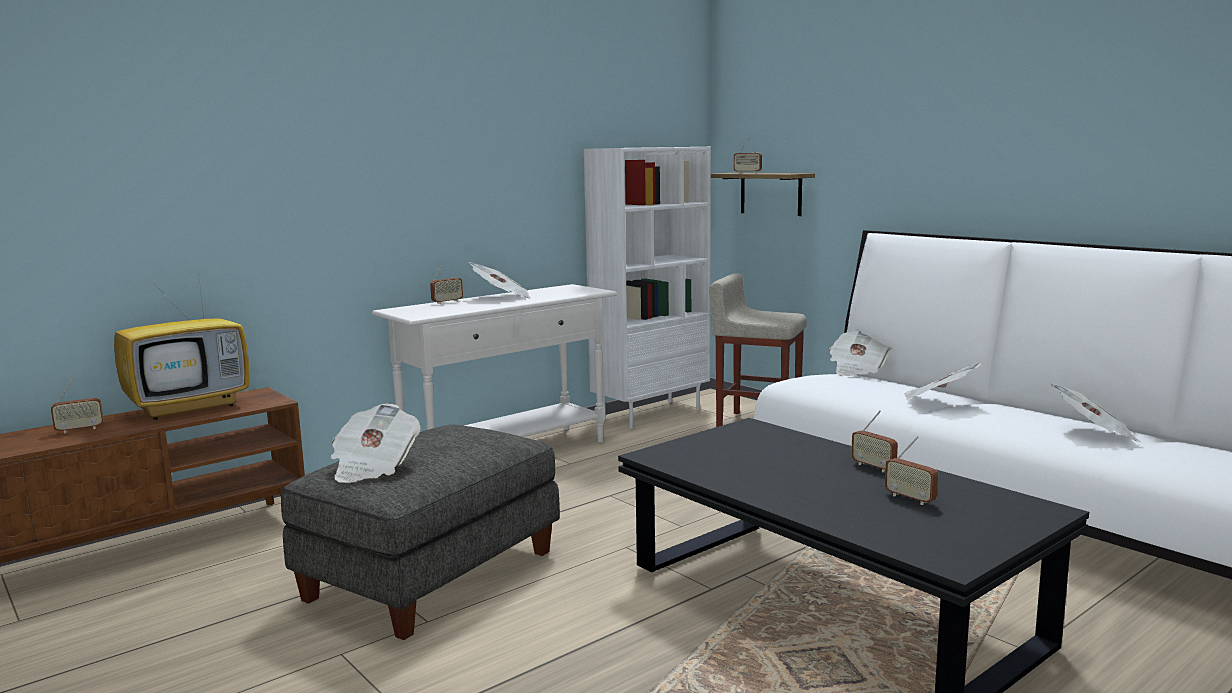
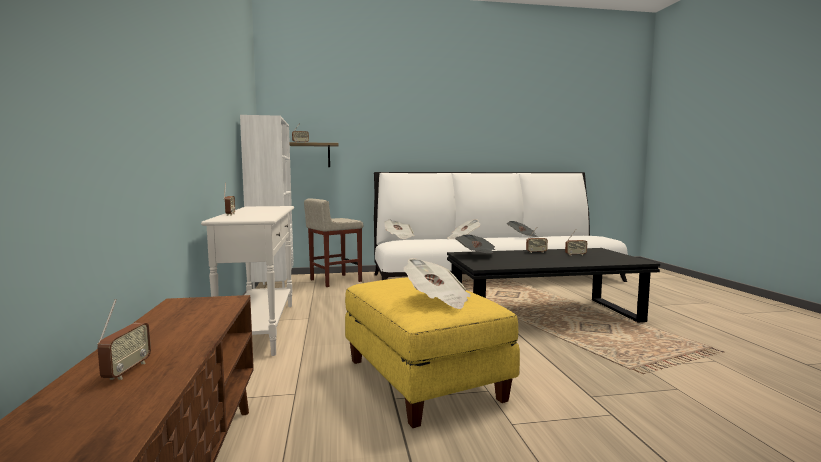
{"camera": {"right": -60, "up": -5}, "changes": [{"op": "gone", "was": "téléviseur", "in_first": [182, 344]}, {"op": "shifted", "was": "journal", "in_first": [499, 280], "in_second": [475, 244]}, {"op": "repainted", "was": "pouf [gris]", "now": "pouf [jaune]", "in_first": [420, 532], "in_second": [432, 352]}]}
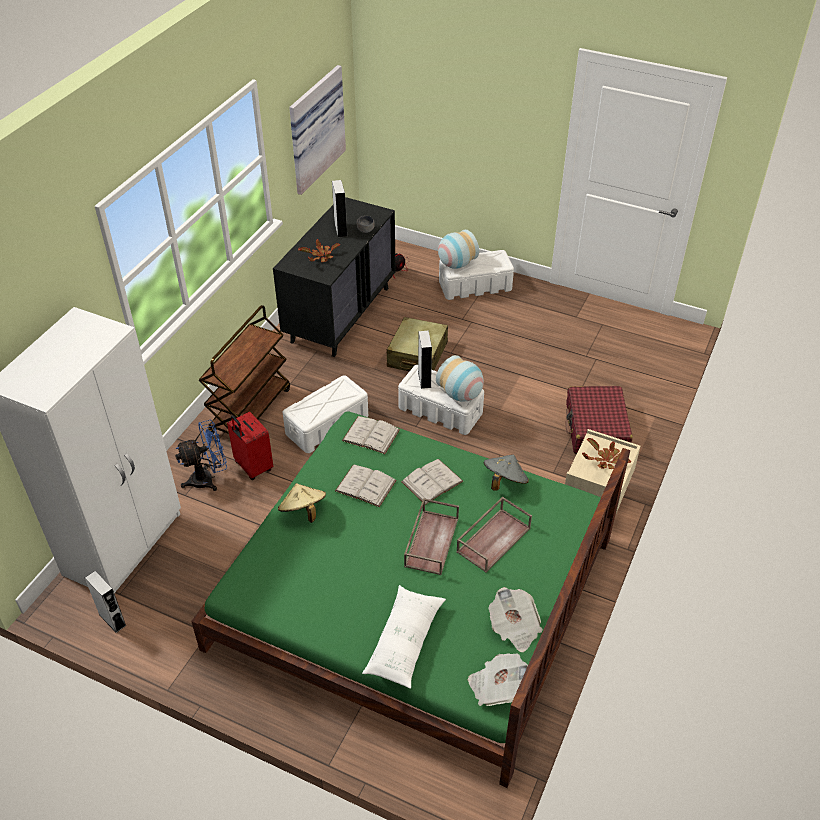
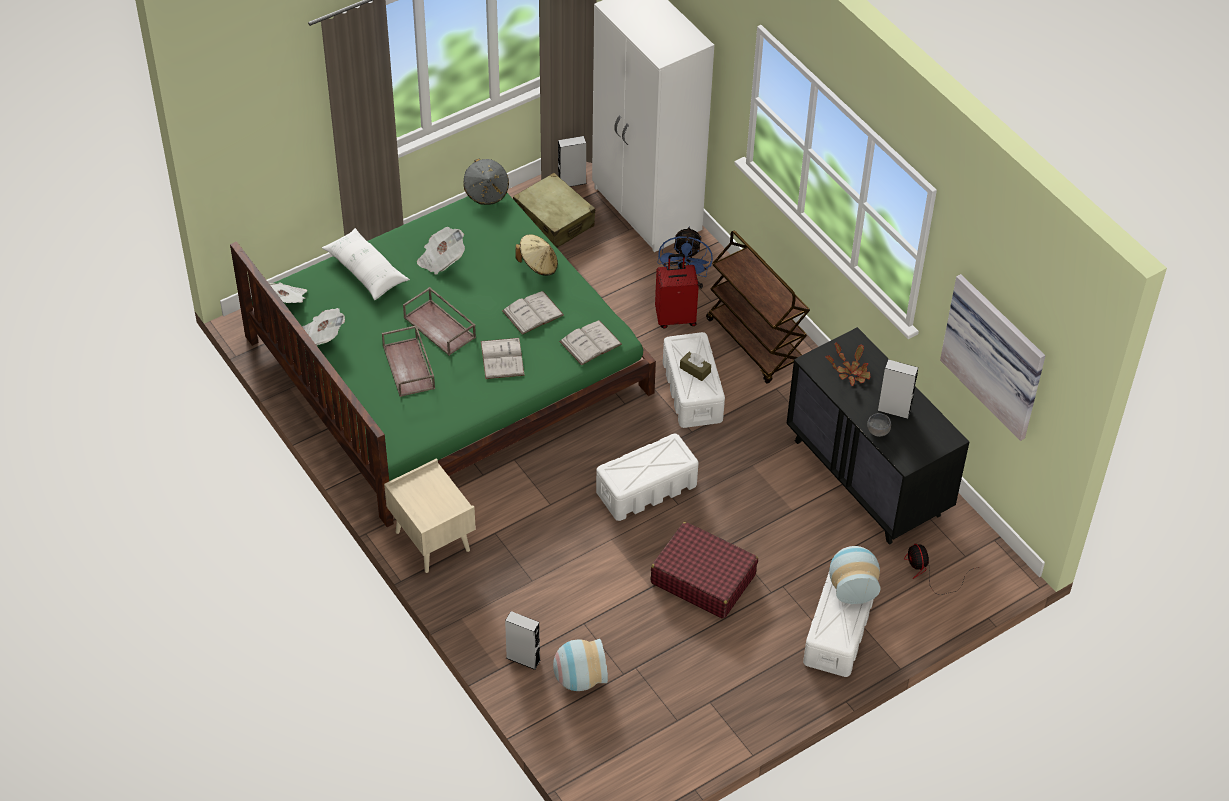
{"camera": {"right": 120, "up": 5}, "changes": [{"op": "gone", "was": "plante en pot", "in_first": [606, 453]}, {"op": "new", "now": "journal", "in_second": [441, 251]}, {"op": "new", "now": "boîte à mouchoirs [marron]", "in_second": [695, 366]}, {"op": "shifted", "was": "valise [beige]", "in_first": [417, 344], "in_second": [554, 210]}, {"op": "shifted", "was": "enceinte [gris]", "in_first": [425, 360], "in_second": [522, 640]}, {"op": "shifted", "was": "vase", "in_first": [460, 378], "in_second": [580, 665]}, {"op": "shifted", "was": "chapeau [gris]", "in_first": [506, 473], "in_second": [486, 182]}, {"op": "shifted", "was": "valise [rouge]", "in_first": [599, 420], "in_second": [704, 570]}]}
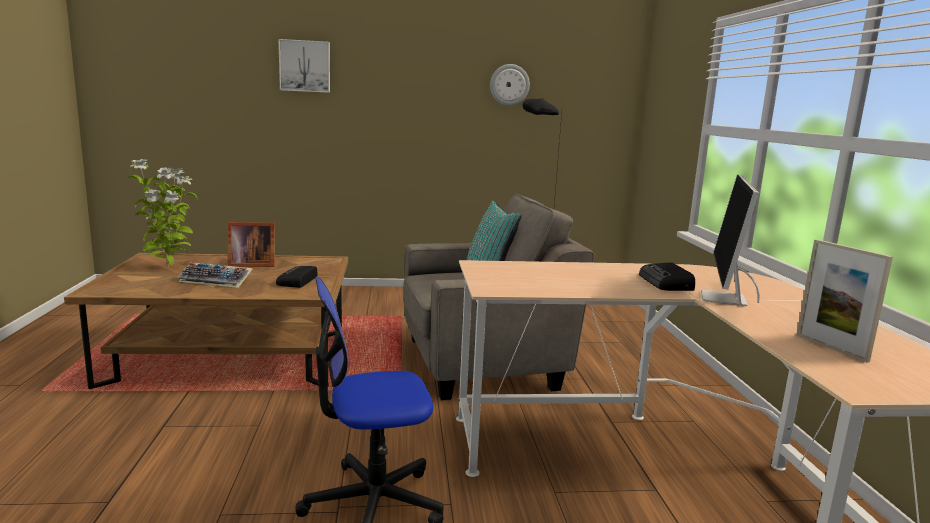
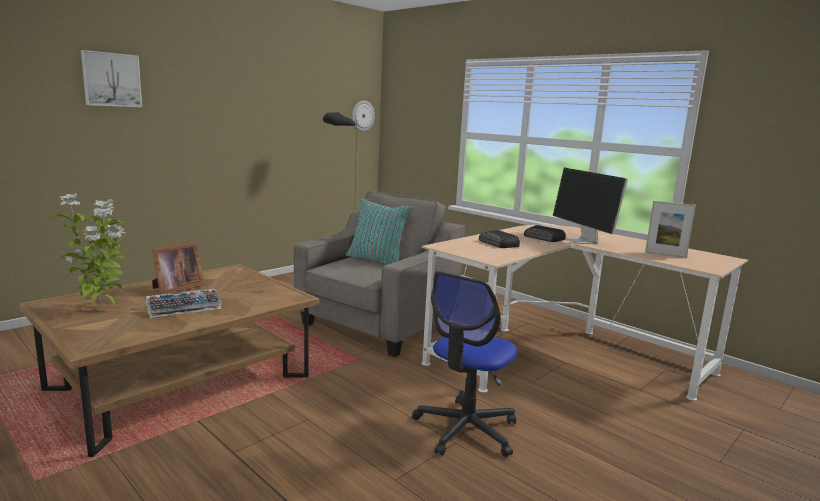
{"camera": {"right": -40, "up": 0}, "changes": [{"op": "shifted", "was": "radio", "in_first": [297, 277], "in_second": [499, 239]}, {"op": "shifted", "was": "horloge murale", "in_first": [510, 85], "in_second": [363, 116]}]}
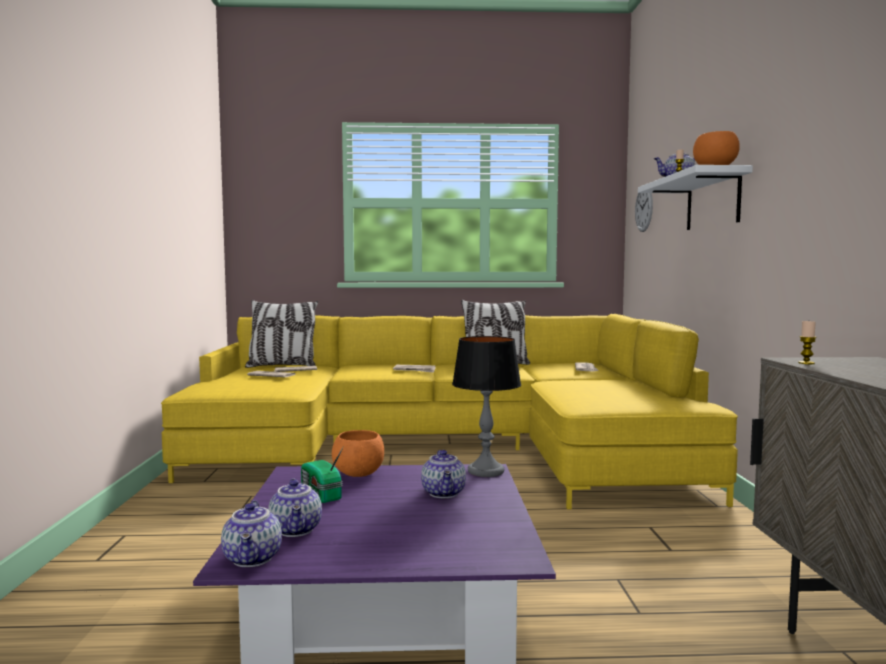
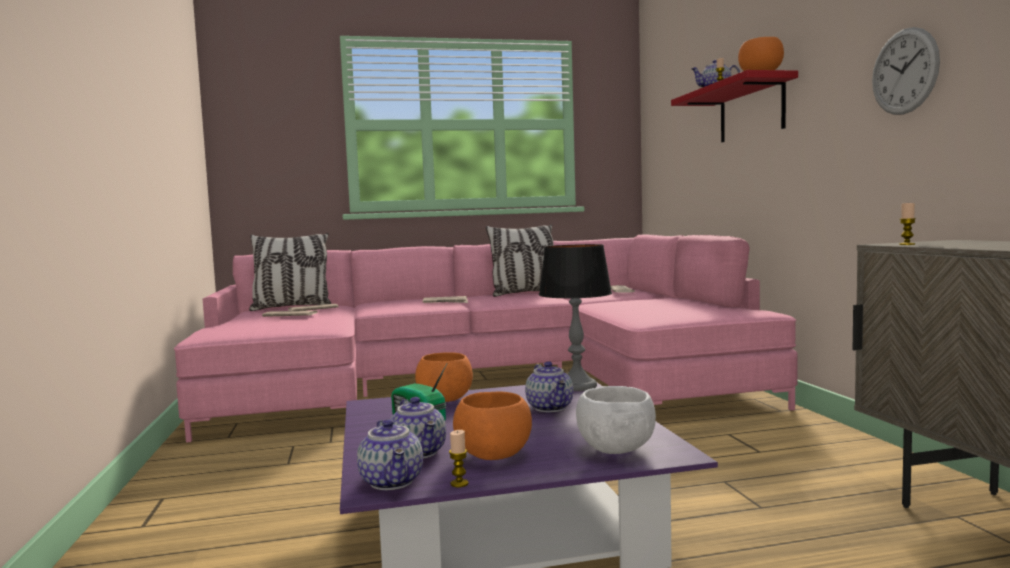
{"camera": {"right": -10, "up": 0}, "changes": [{"op": "new", "now": "bougie", "in_second": [459, 458]}, {"op": "new", "now": "bol [orange]", "in_second": [492, 426]}, {"op": "new", "now": "bol [blanc]", "in_second": [616, 420]}, {"op": "shifted", "was": "horloge murale", "in_first": [644, 212], "in_second": [906, 71]}, {"op": "repainted", "was": "canapé [jaune]", "now": "canapé [rose]", "in_first": [449, 411], "in_second": [486, 339]}, {"op": "repainted", "was": "étagère [blanc]", "now": "étagère [rouge]", "in_first": [695, 197], "in_second": [734, 106]}]}
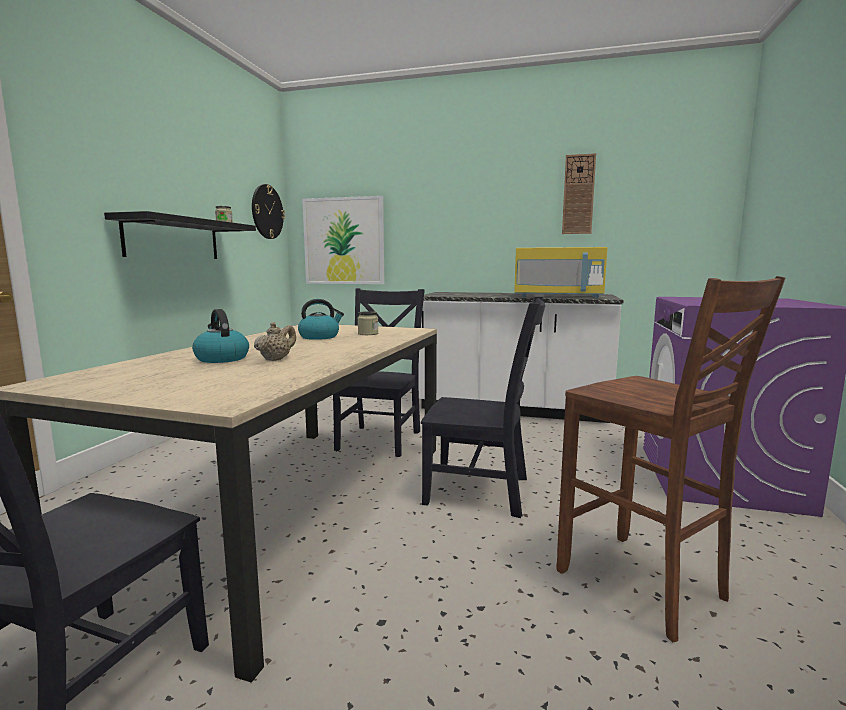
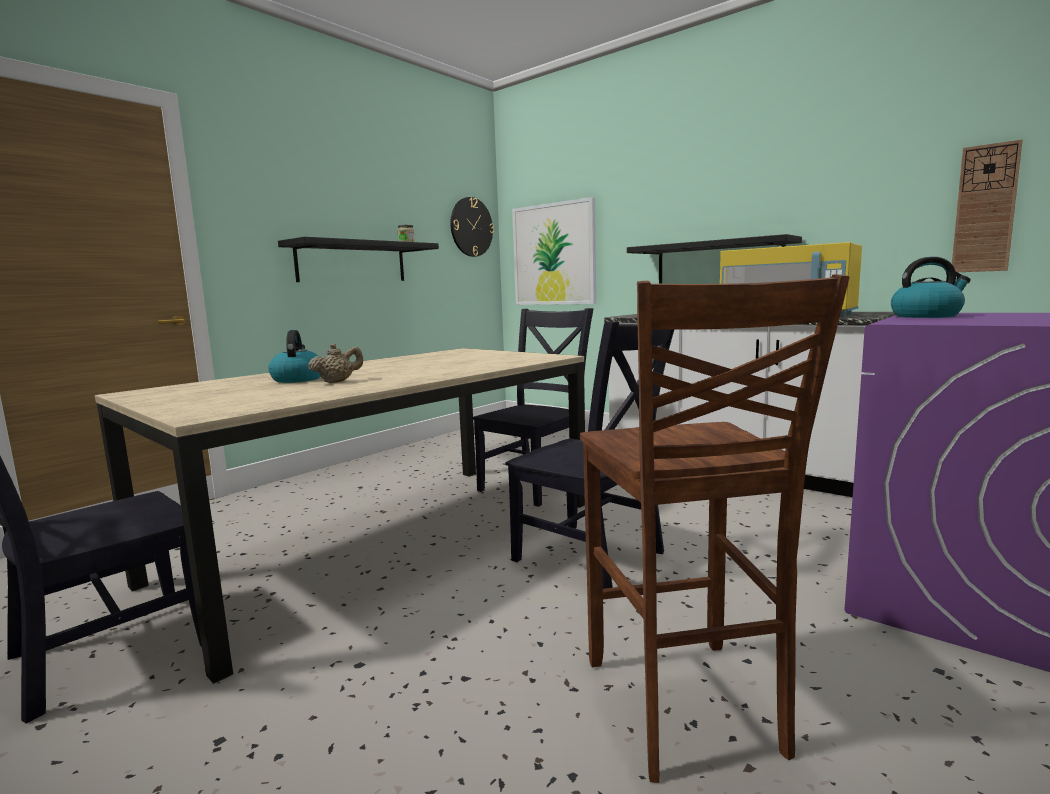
{"camera": {"right": 25, "up": 0}, "changes": [{"op": "gone", "was": "bocal", "in_first": [368, 323]}, {"op": "new", "now": "étagère [noir]", "in_second": [714, 258]}, {"op": "shifted", "was": "bouilloire", "in_first": [321, 319], "in_second": [931, 287]}, {"op": "shifted", "was": "horloge murale", "in_first": [579, 193], "in_second": [987, 205]}]}
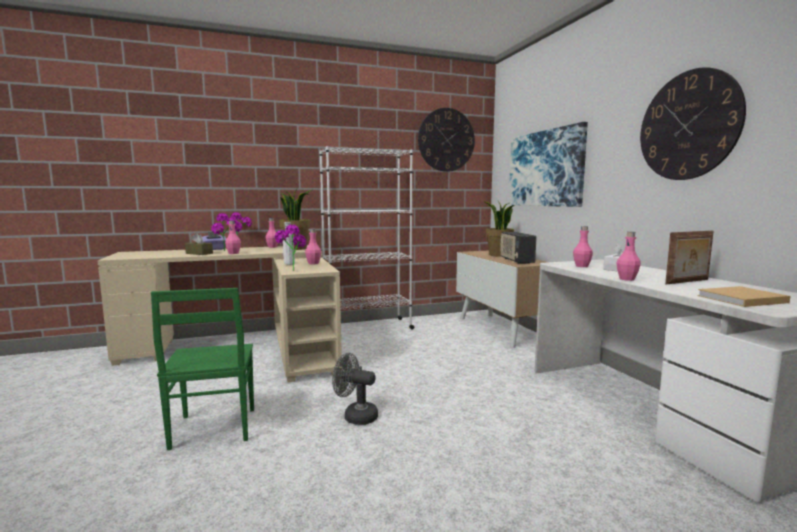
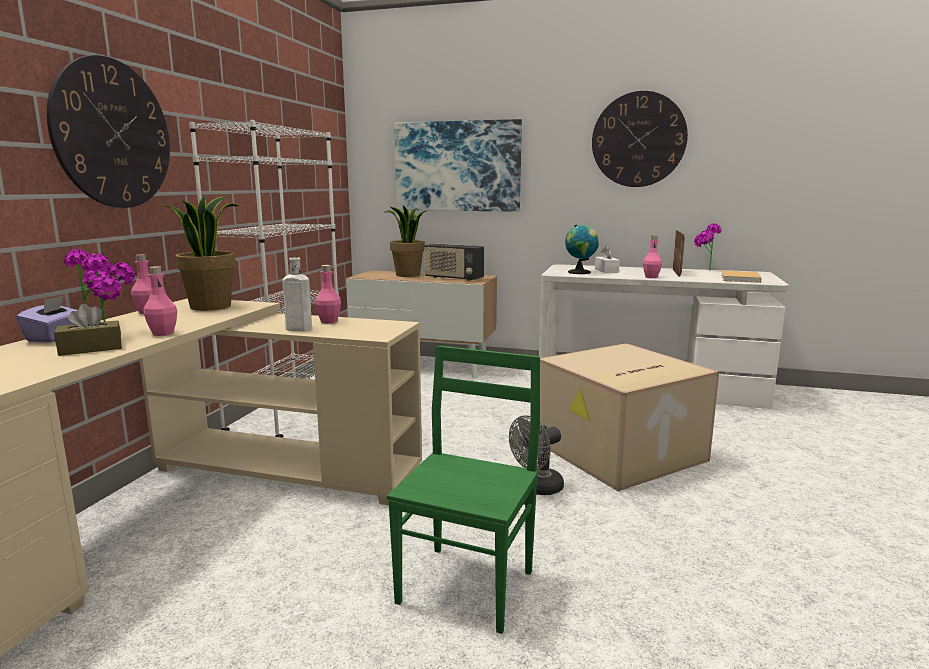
{"camera": {"right": -55, "up": 5}, "changes": [{"op": "new", "now": "carton", "in_second": [629, 417]}, {"op": "shifted", "was": "plante en pot", "in_first": [291, 247], "in_second": [707, 247]}, {"op": "shifted", "was": "horloge murale", "in_first": [446, 140], "in_second": [108, 131]}, {"op": "swapped", "was": "bouteille [rose]", "now": "globe", "in_first": [583, 246], "in_second": [582, 249]}, {"op": "rotated", "was": "chaise [vert]", "in_first": [202, 369], "in_second": [463, 489], "clockwise": -90}]}
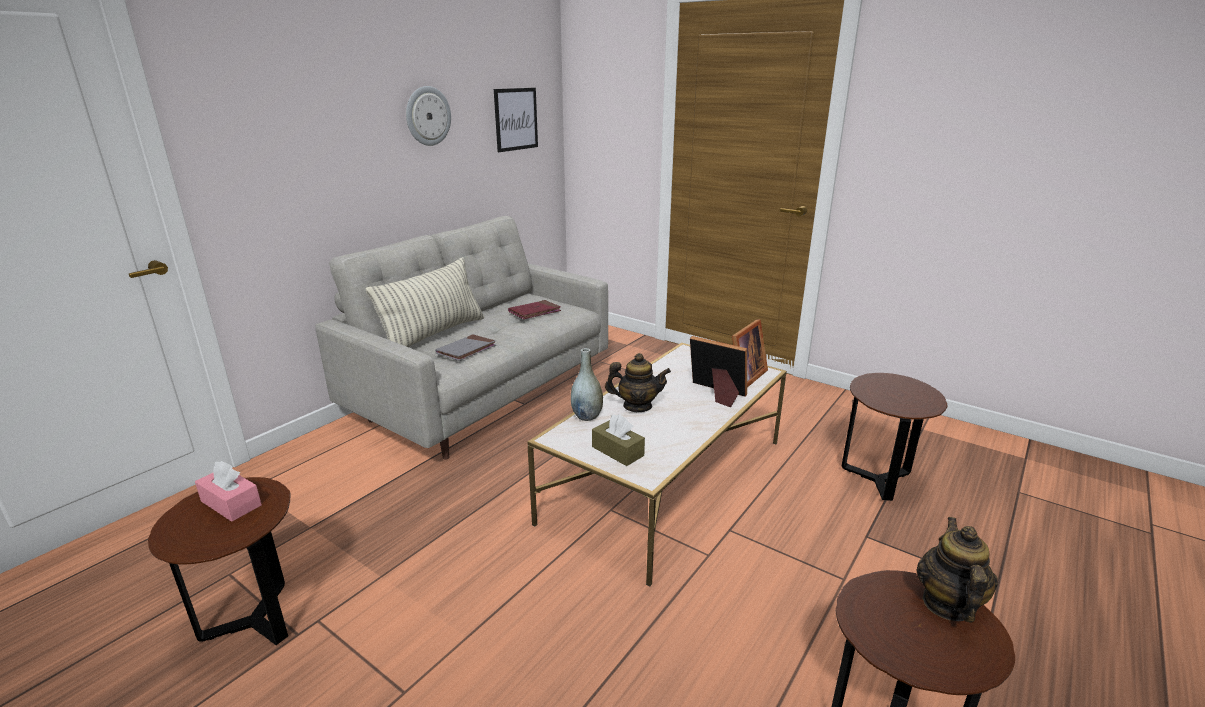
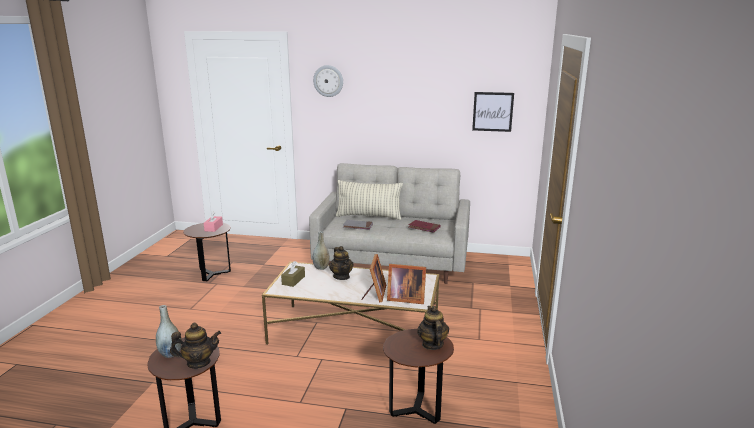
{"camera": {"right": 65, "up": -5}, "changes": [{"op": "new", "now": "vase [gris]", "in_second": [169, 331]}, {"op": "new", "now": "théière", "in_second": [433, 328]}, {"op": "shifted", "was": "horloge murale", "in_first": [428, 116], "in_second": [328, 81]}]}
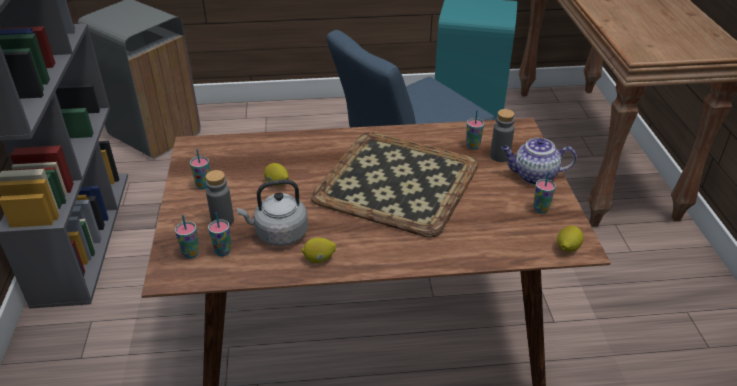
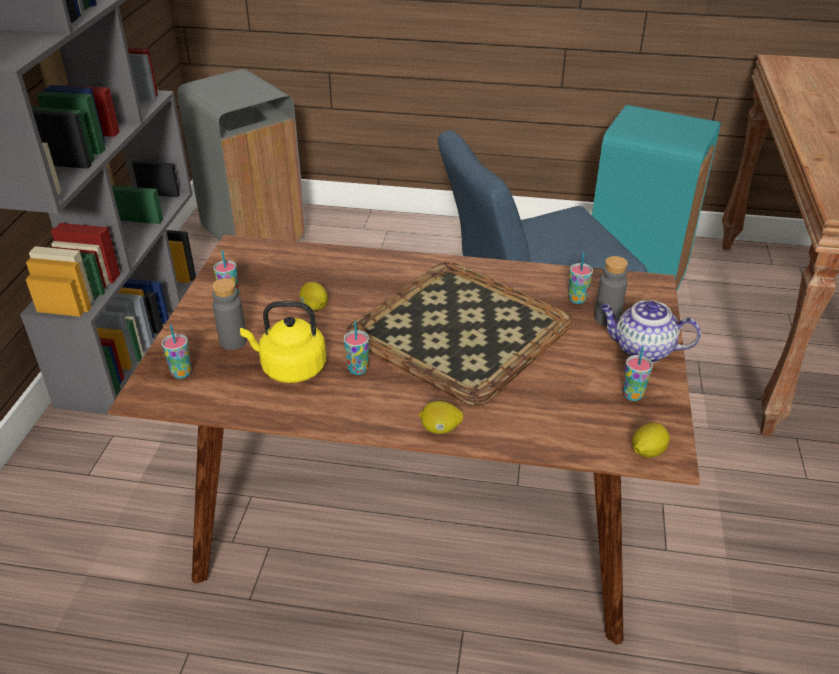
{"camera": {"right": 15, "up": 0}, "changes": [{"op": "shifted", "was": "tasse", "in_first": [219, 234], "in_second": [356, 348]}, {"op": "shifted", "was": "citron", "in_first": [319, 250], "in_second": [441, 417]}, {"op": "repainted", "was": "bouilloire [gris]", "now": "bouilloire [jaune]", "in_first": [272, 212], "in_second": [283, 342]}]}
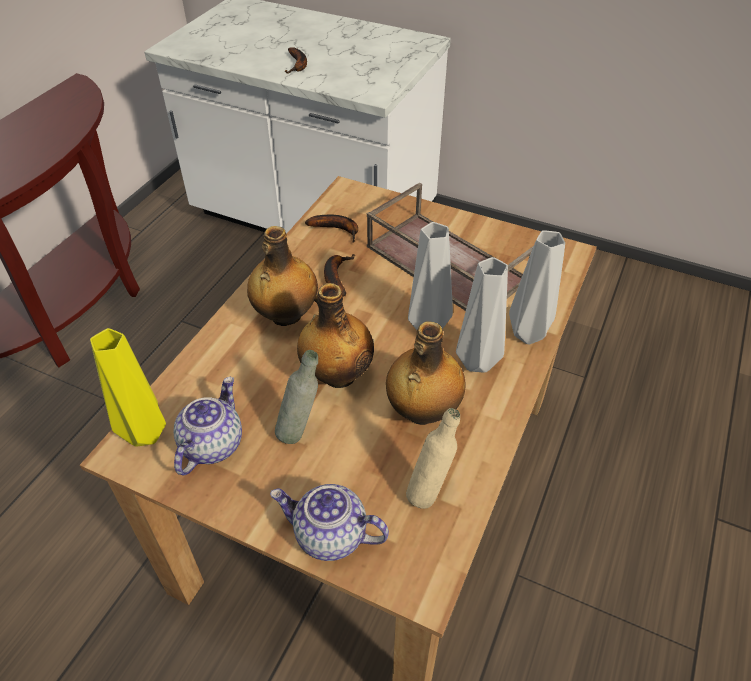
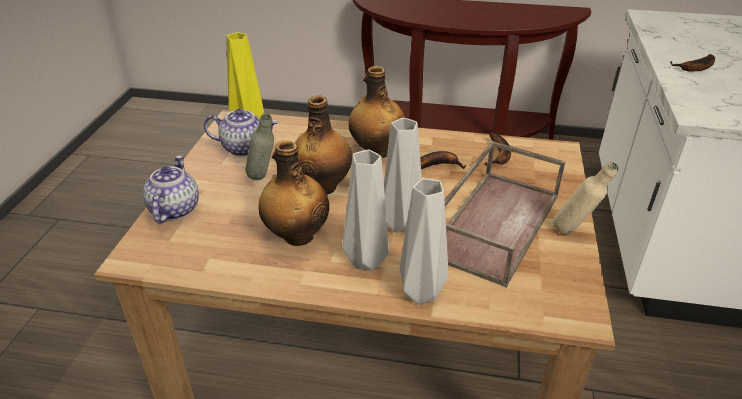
{"camera": {"right": 75, "up": -10}, "changes": [{"op": "shifted", "was": "bouteille [beige]", "in_first": [433, 458], "in_second": [585, 198]}]}
